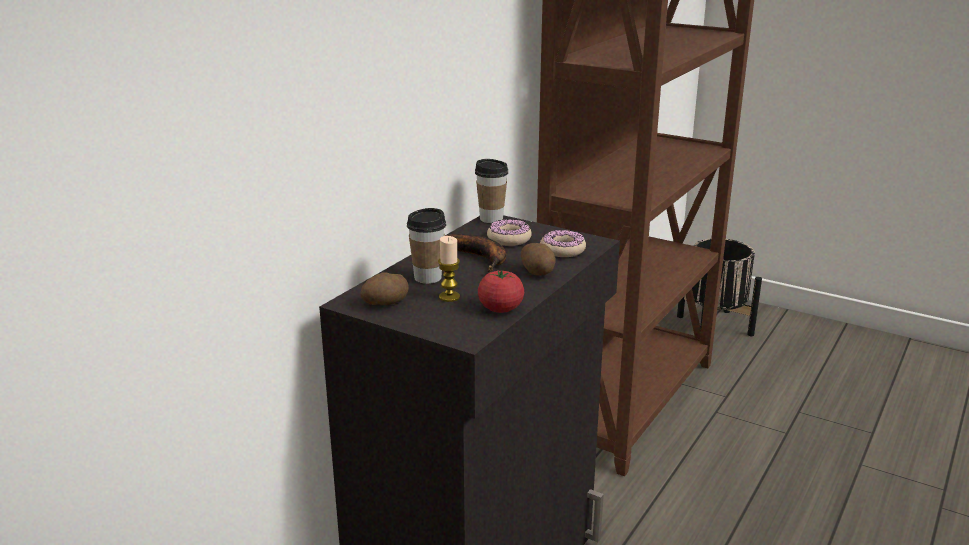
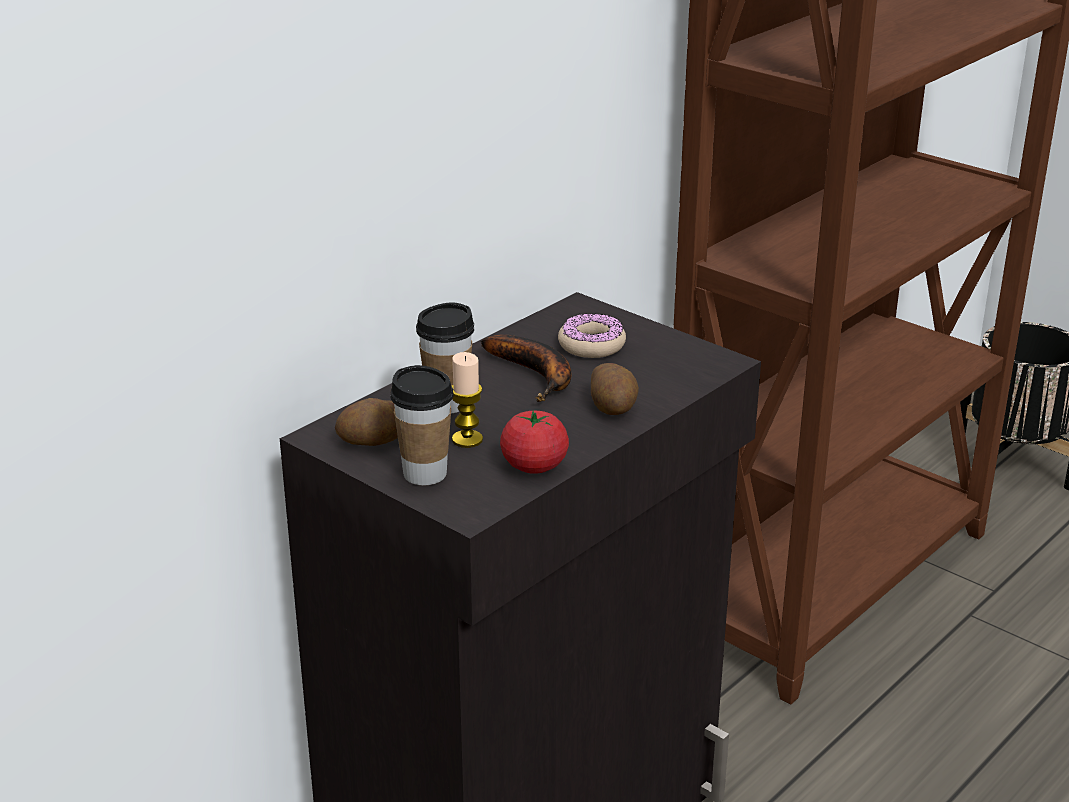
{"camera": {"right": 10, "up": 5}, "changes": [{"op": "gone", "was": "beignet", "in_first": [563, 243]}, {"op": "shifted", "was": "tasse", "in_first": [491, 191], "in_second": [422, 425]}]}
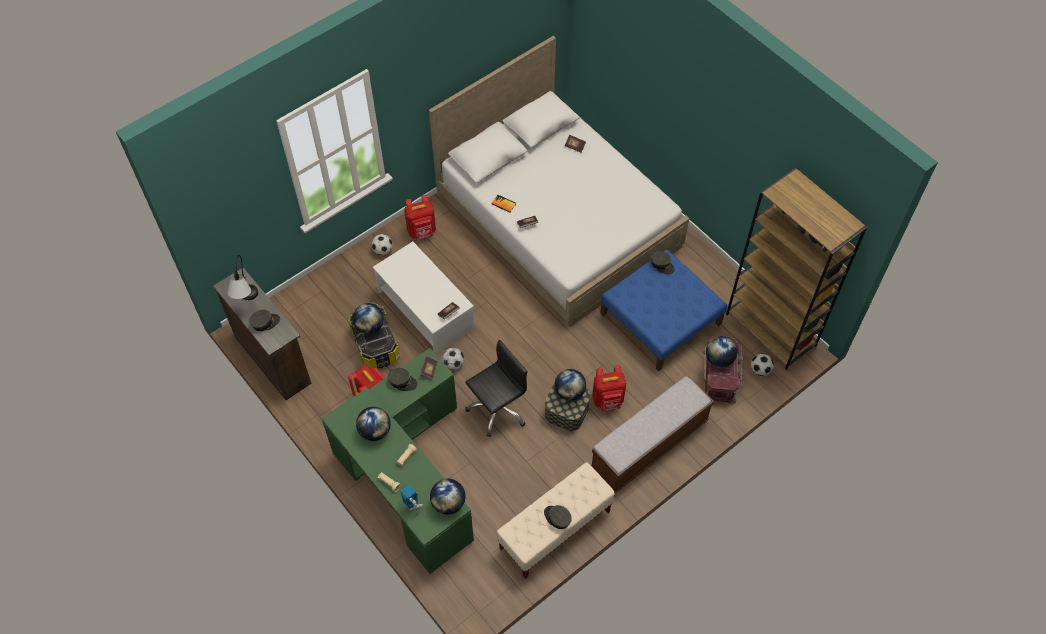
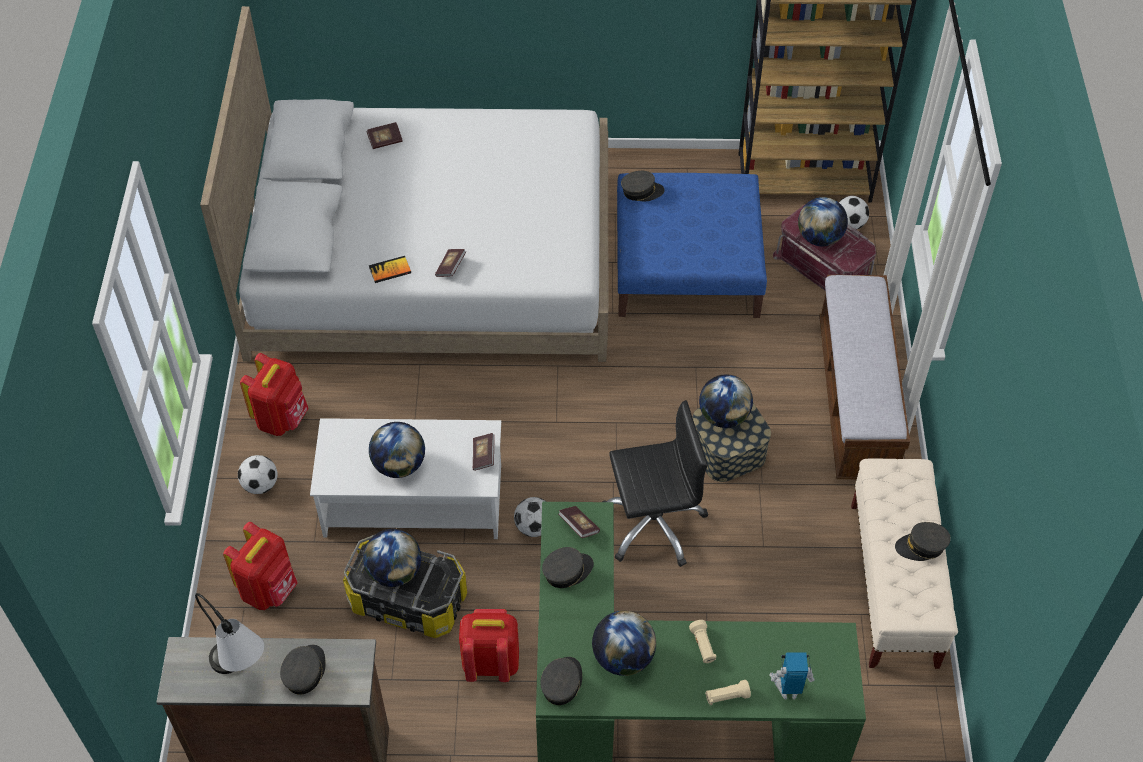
{"camera": {"right": -50, "up": -5}, "changes": [{"op": "new", "now": "casquette [gris]", "in_second": [561, 681]}, {"op": "shifted", "was": "globe", "in_first": [448, 497], "in_second": [397, 450]}, {"op": "shifted", "was": "sac à dos [rouge]", "in_first": [609, 388], "in_second": [260, 566]}, {"op": "rotated", "was": "chaise de bureau [noir]", "in_first": [496, 388], "in_second": [655, 483], "clockwise": 75}]}
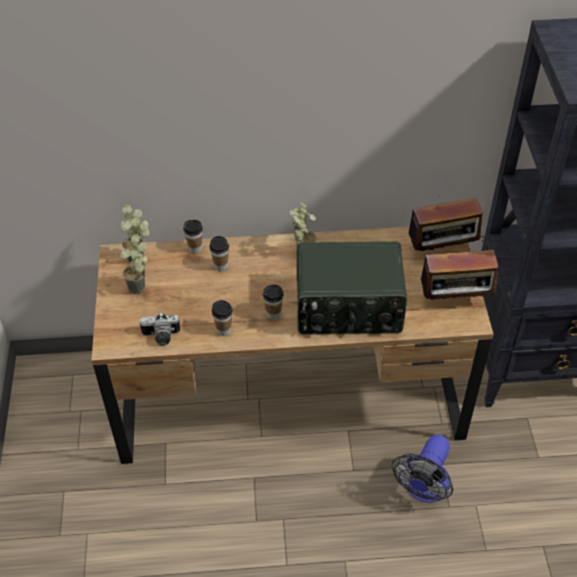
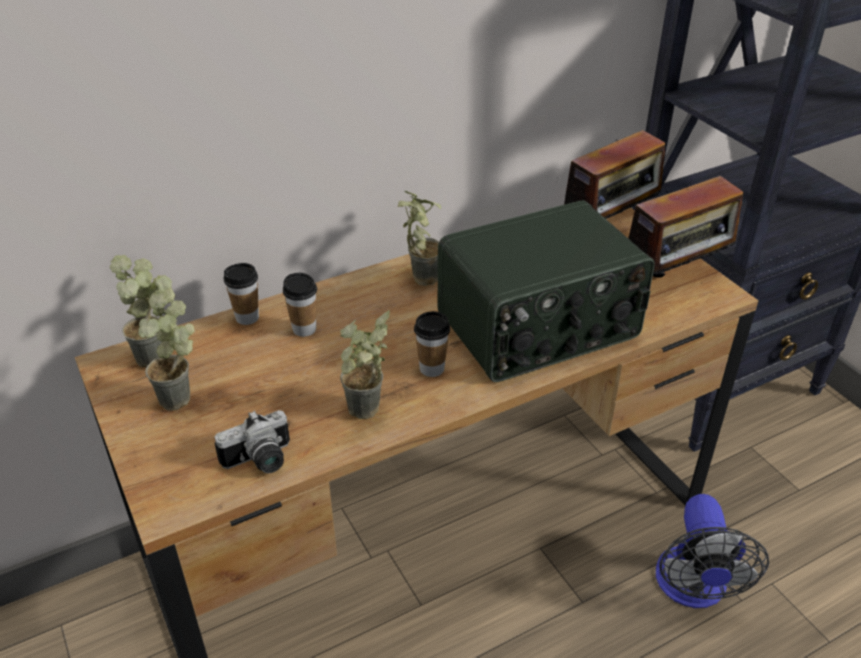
{"camera": {"right": -25, "up": -10}, "changes": [{"op": "swapped", "was": "tasse", "now": "plante en pot", "in_first": [222, 318], "in_second": [365, 364]}]}
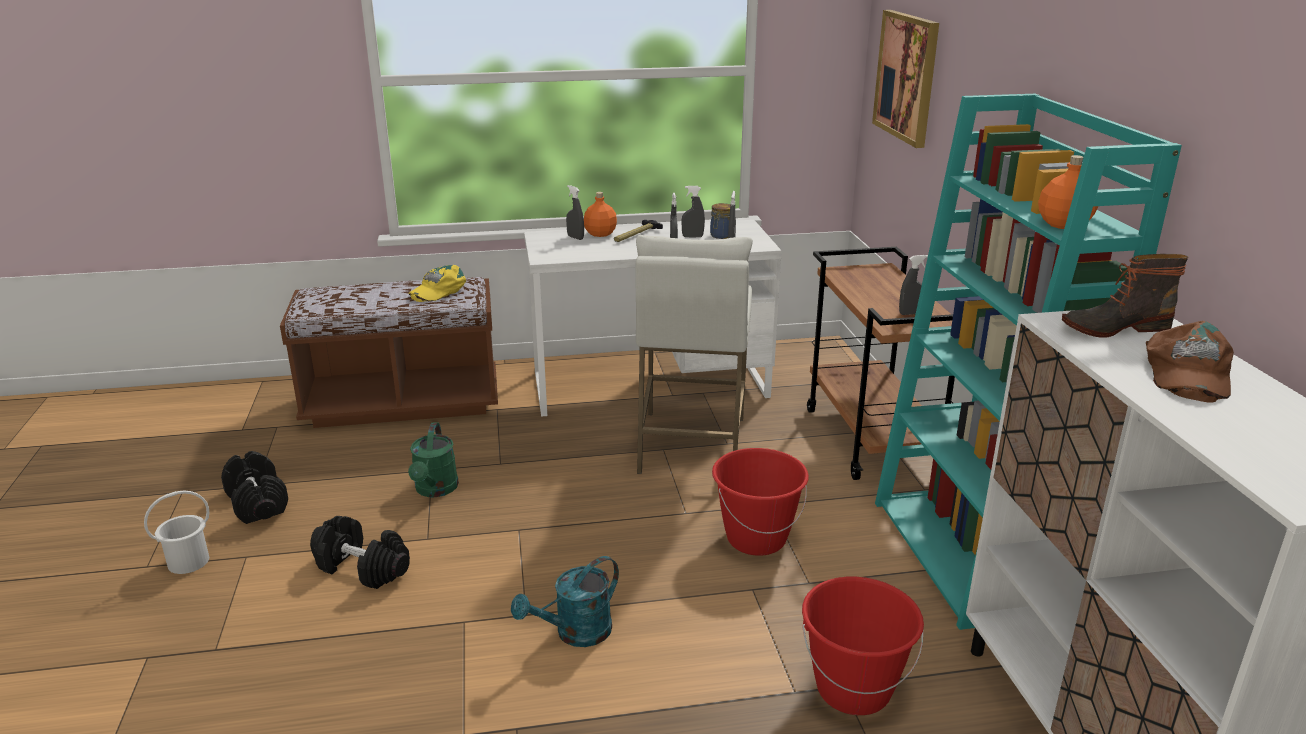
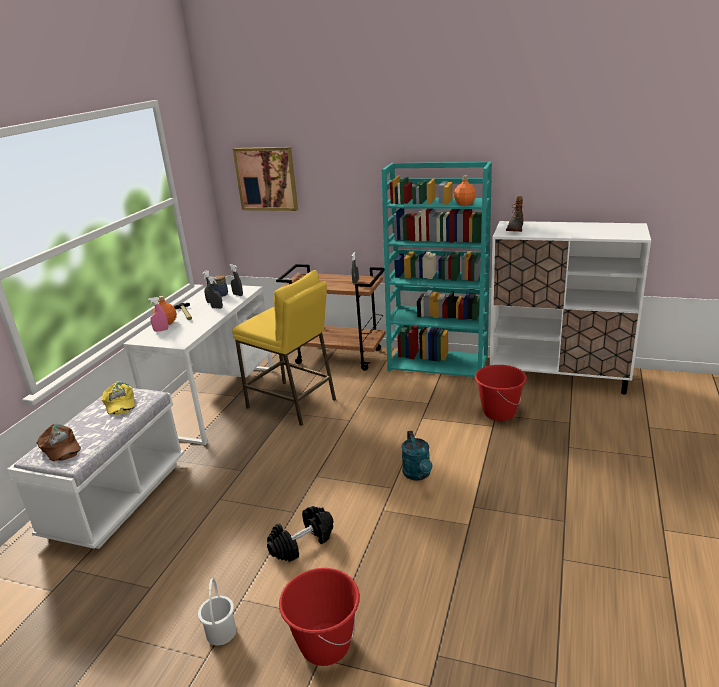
{"camera": {"right": -60, "up": 0}, "changes": [{"op": "gone", "was": "haltère [noir]", "in_first": [254, 487]}, {"op": "gone", "was": "arrosoir [vert]", "in_first": [433, 460]}, {"op": "shifted", "was": "seau [rouge]", "in_first": [760, 502], "in_second": [319, 617]}, {"op": "shifted", "was": "casquette [marron]", "in_first": [1190, 362], "in_second": [58, 442]}, {"op": "repainted", "was": "banc [marron]", "now": "banc [blanc]", "in_first": [389, 352], "in_second": [95, 468]}, {"op": "repainted", "was": "vaporisateur [gris]", "now": "vaporisateur [rose]", "in_first": [575, 212], "in_second": [158, 314]}, {"op": "repainted", "was": "tabouret [blanc]", "now": "tabouret [jaune]", "in_first": [694, 354], "in_second": [284, 348]}]}
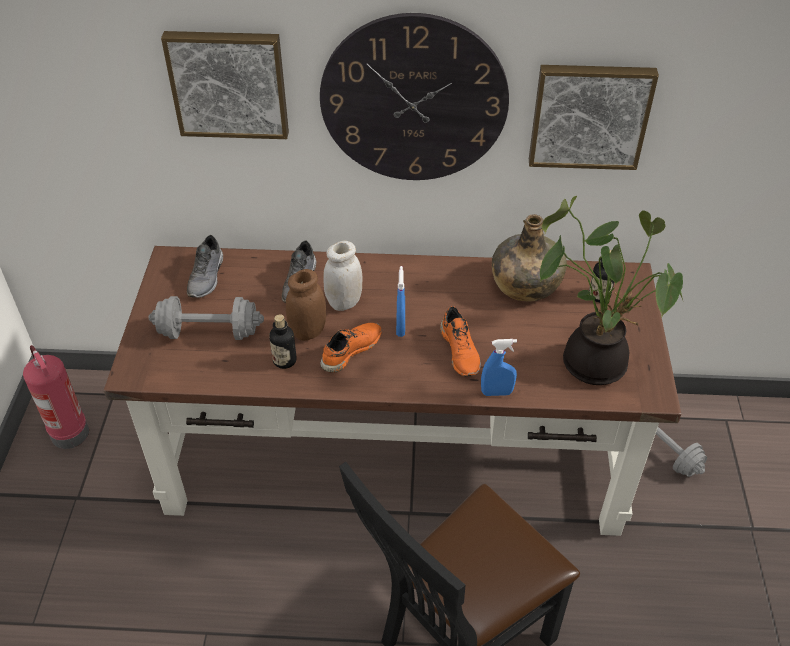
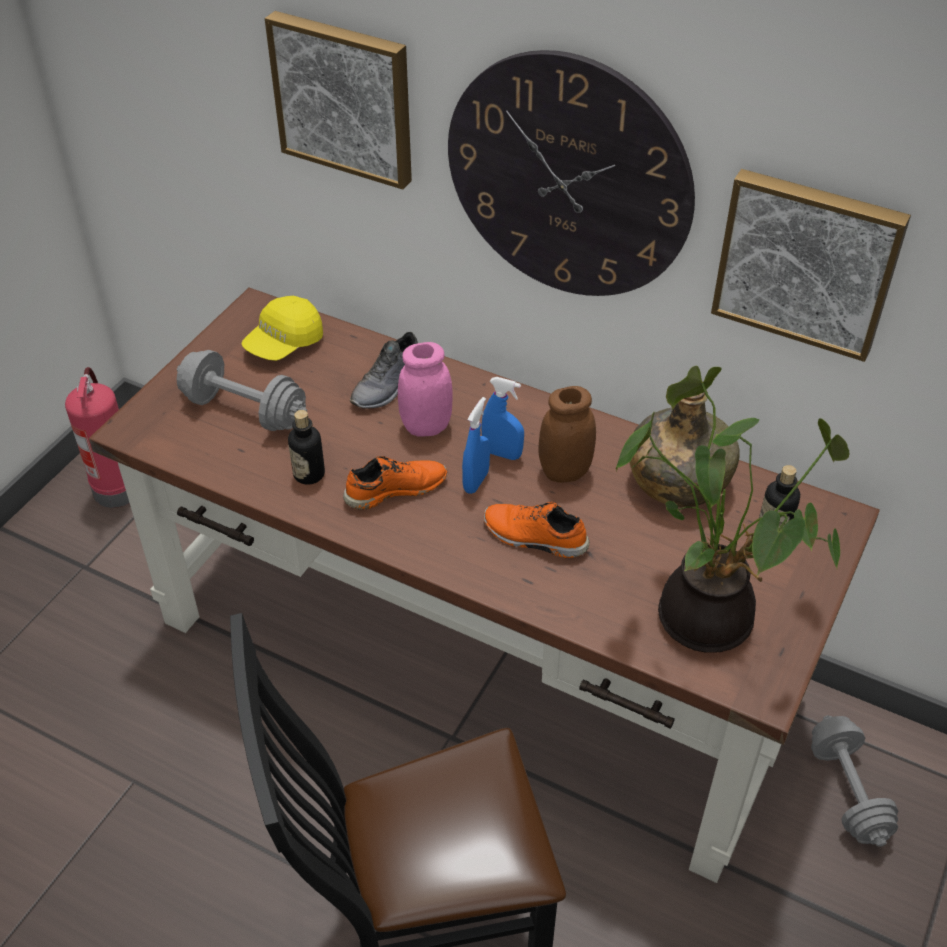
{"camera": {"right": 25, "up": 0}, "changes": [{"op": "shifted", "was": "bocal [marron]", "in_first": [306, 305], "in_second": [567, 434]}, {"op": "shifted", "was": "vaporisateur [bleu]", "in_first": [499, 367], "in_second": [502, 418]}, {"op": "swapped", "was": "chaussure [gris]", "now": "casquette [jaune]", "in_first": [205, 266], "in_second": [282, 328]}, {"op": "repainted", "was": "bocal [blanc]", "now": "bocal [rose]", "in_first": [342, 276], "in_second": [425, 389]}, {"op": "rotated", "was": "chaussure [orange]", "in_first": [460, 341], "in_second": [536, 530], "clockwise": 105}]}
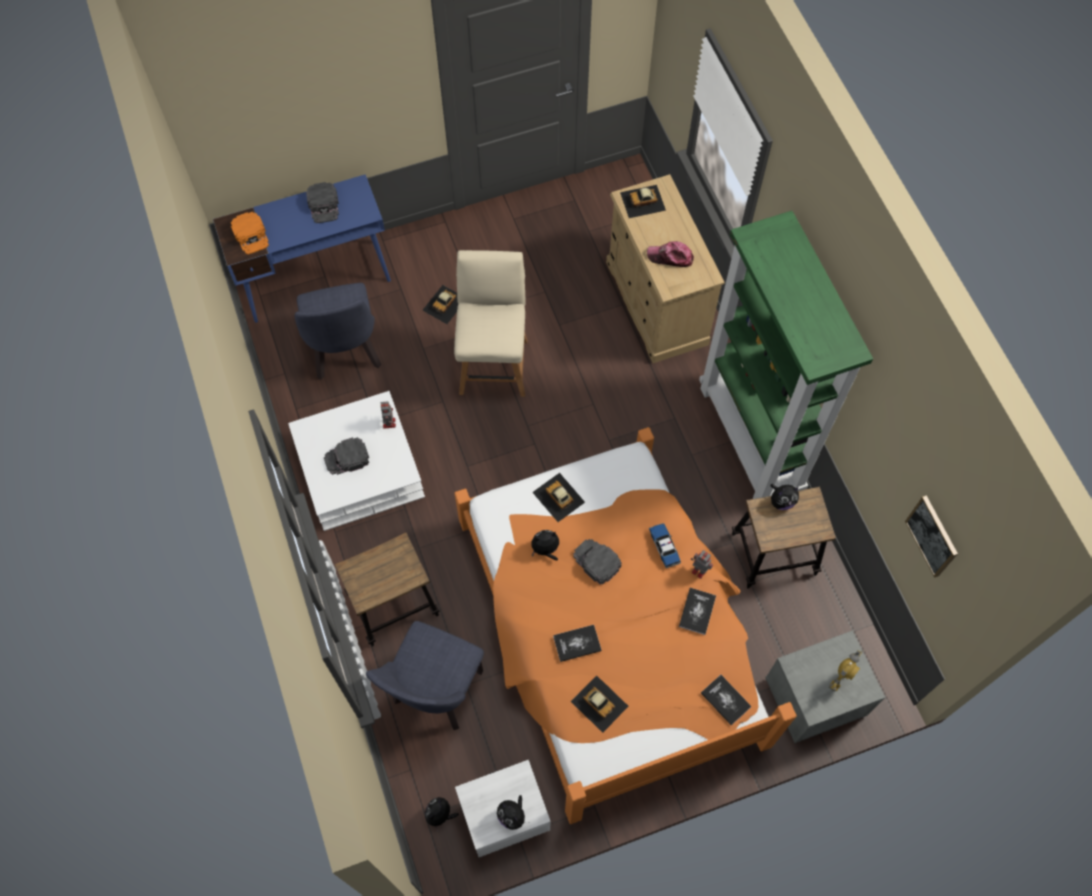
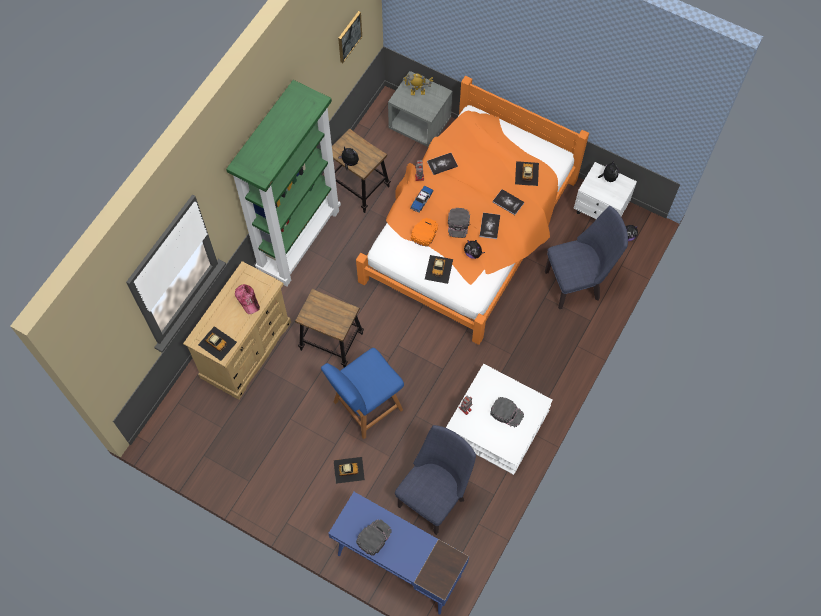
{"camera": {"right": -130, "up": 0}, "changes": [{"op": "shifted", "was": "casquette [orange]", "in_first": [250, 233], "in_second": [424, 232]}, {"op": "shifted", "was": "tabouret", "in_first": [387, 589], "in_second": [329, 328]}, {"op": "shifted", "was": "livre", "in_first": [726, 700], "in_second": [490, 226]}, {"op": "repainted", "was": "chaise [beige]", "now": "chaise [bleu]", "in_first": [491, 323], "in_second": [362, 393]}]}
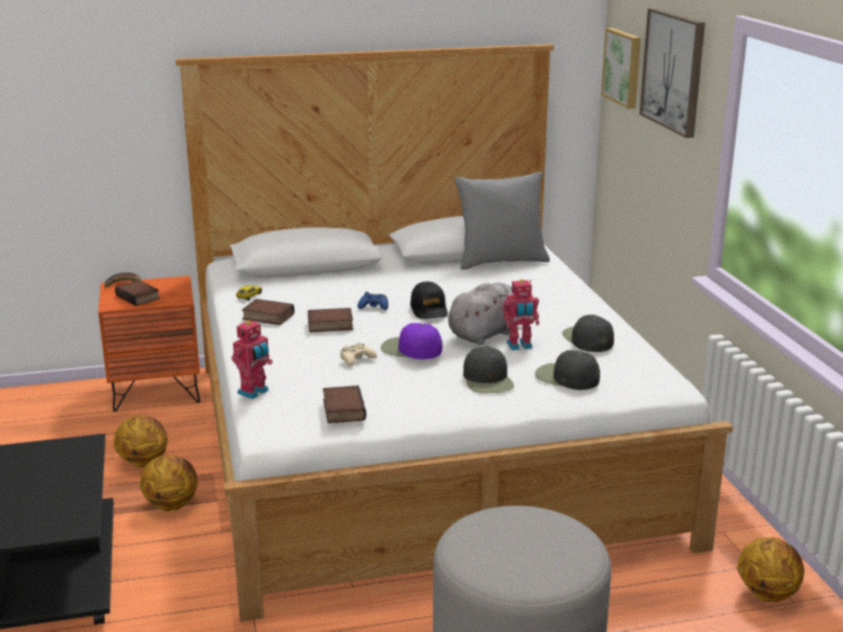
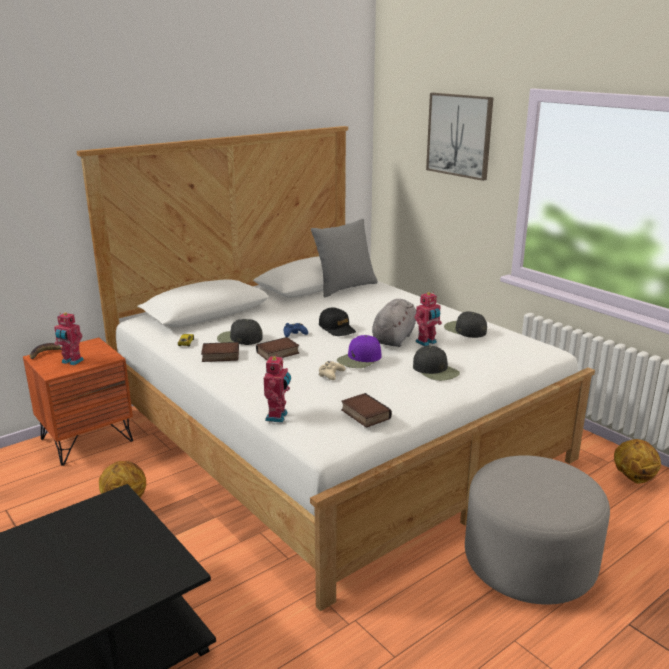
{"camera": {"right": -25, "up": 0}, "changes": [{"op": "gone", "was": "ballon de basket", "in_first": [169, 482]}, {"op": "gone", "was": "tableau", "in_first": [621, 68]}, {"op": "shifted", "was": "casquette [noir]", "in_first": [567, 370], "in_second": [240, 332]}, {"op": "swapped", "was": "livre", "now": "robot jouet", "in_first": [137, 293], "in_second": [69, 338]}, {"op": "rotated", "was": "casquette [violet]", "in_first": [411, 341], "in_second": [359, 351], "clockwise": -45}]}
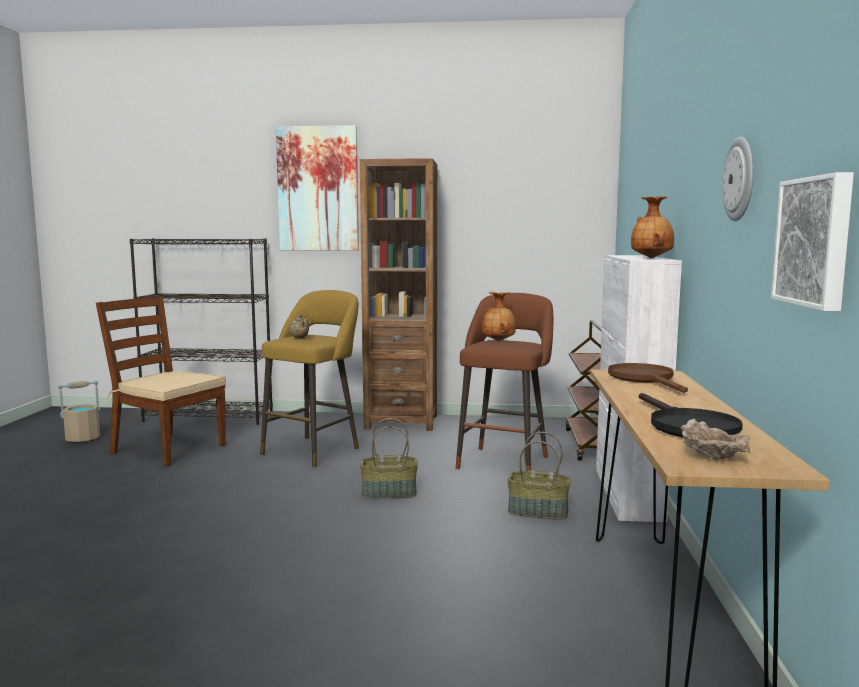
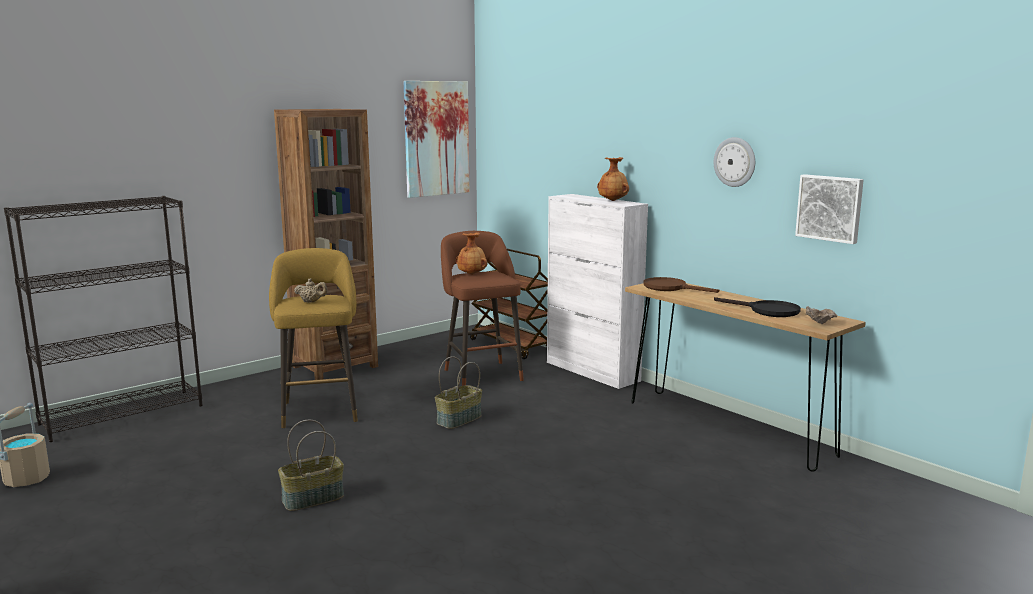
{"camera": {"right": -45, "up": 5}, "changes": [{"op": "gone", "was": "chaise [marron]", "in_first": [161, 381]}, {"op": "shifted", "was": "tableau", "in_first": [317, 188], "in_second": [436, 139]}, {"op": "shifted", "was": "panier", "in_first": [539, 476], "in_second": [311, 465]}]}
